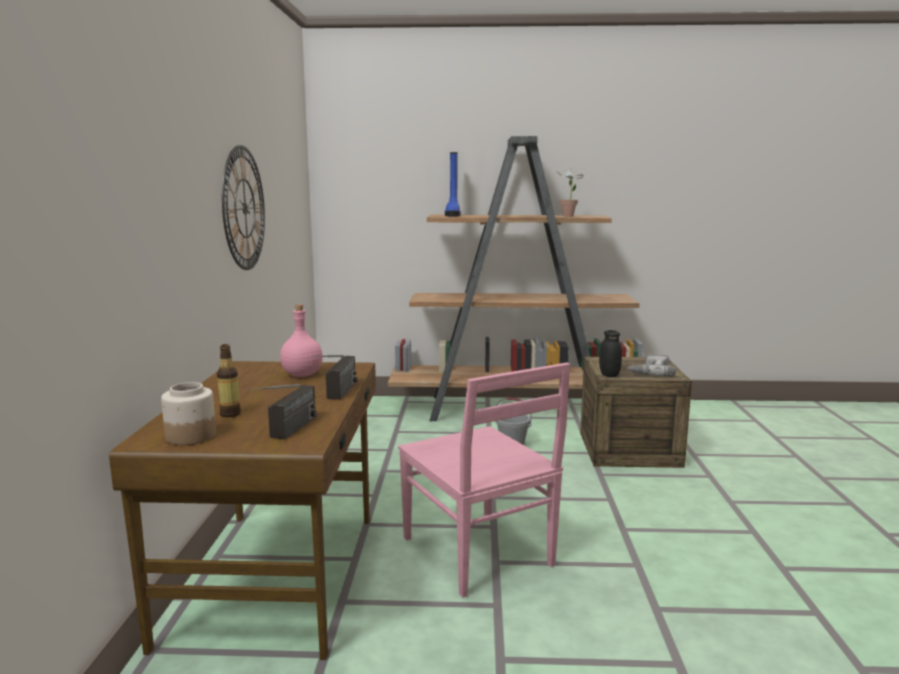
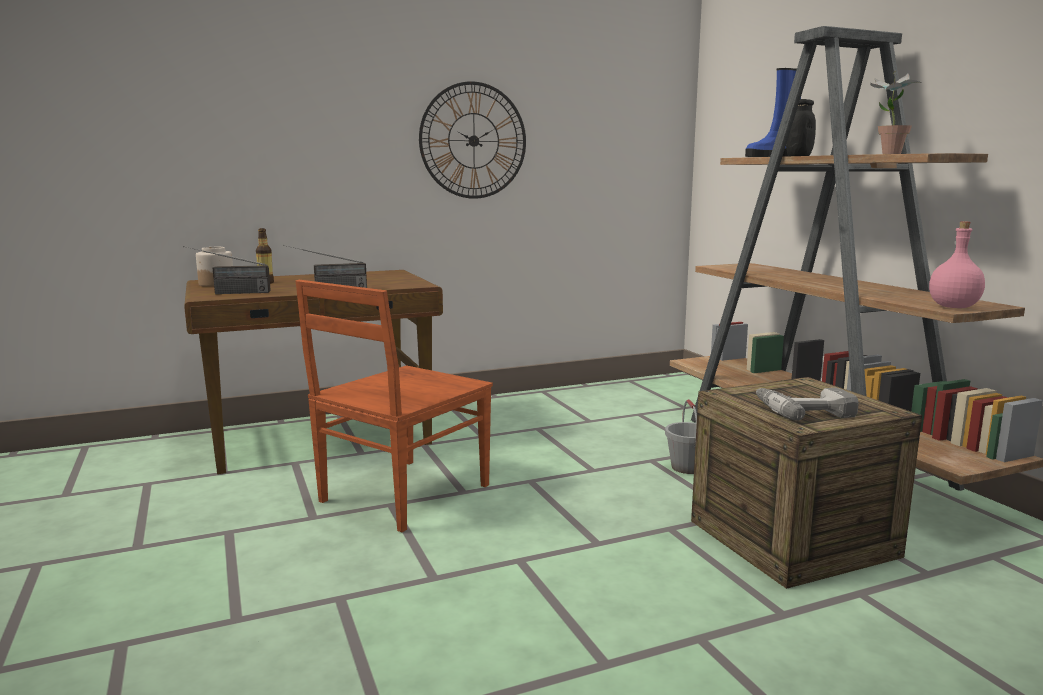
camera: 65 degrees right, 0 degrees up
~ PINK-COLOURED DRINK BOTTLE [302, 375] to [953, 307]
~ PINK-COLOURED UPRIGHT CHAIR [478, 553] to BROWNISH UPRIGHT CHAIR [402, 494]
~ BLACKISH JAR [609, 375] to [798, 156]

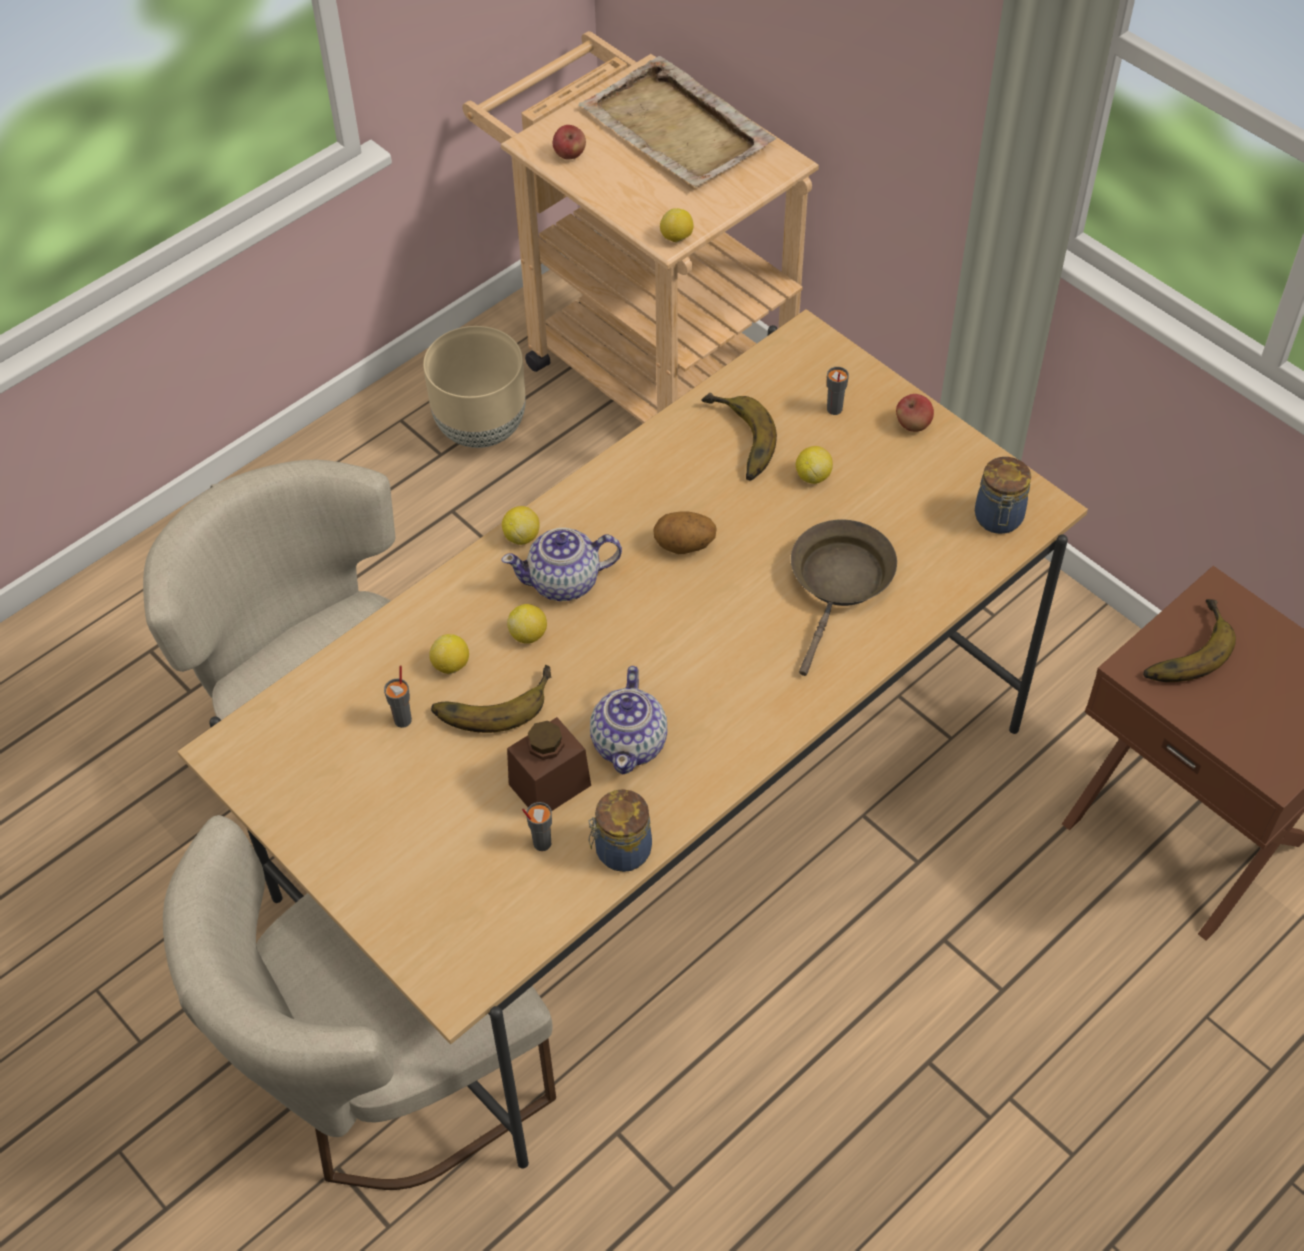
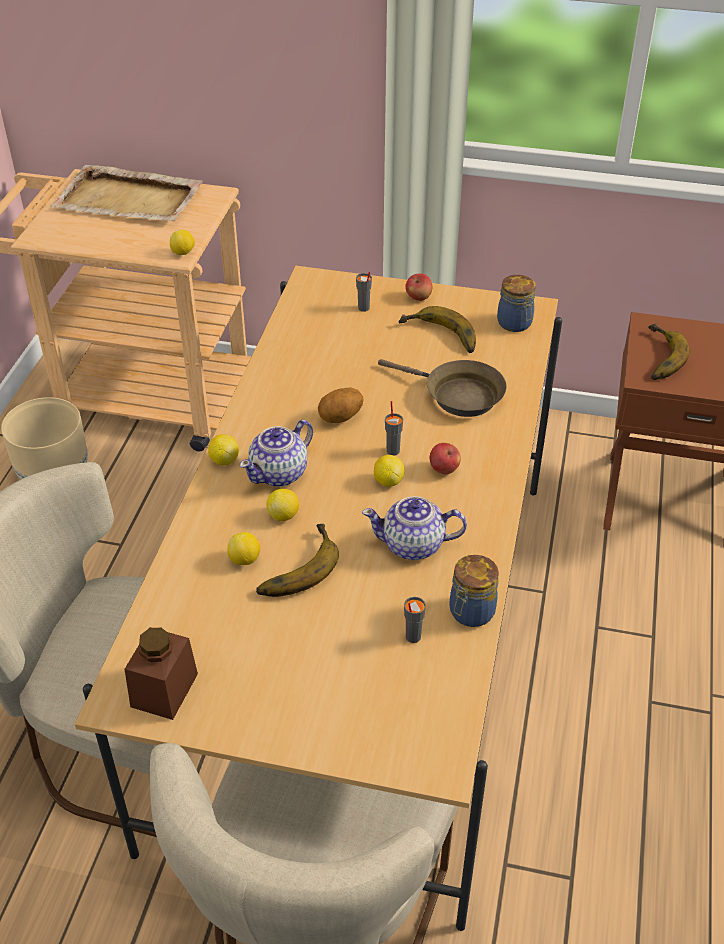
camera: 35 degrees left, 10 degrees down
~ GREYISH SMALL CUP [403, 719] to [393, 450]
~ BROWNISH JAR [549, 785] to [164, 690]
~ APPLE FRUIT [569, 155] to [444, 469]
~ TEA POT [630, 742] = [414, 545] 120 degrees clockwise
~ BANANA [734, 442] to [439, 337]
~ BROWNISH PAN [840, 583] = [457, 395] 135 degrees clockwise
~ WHOLE LEMON [813, 476] to [388, 481]

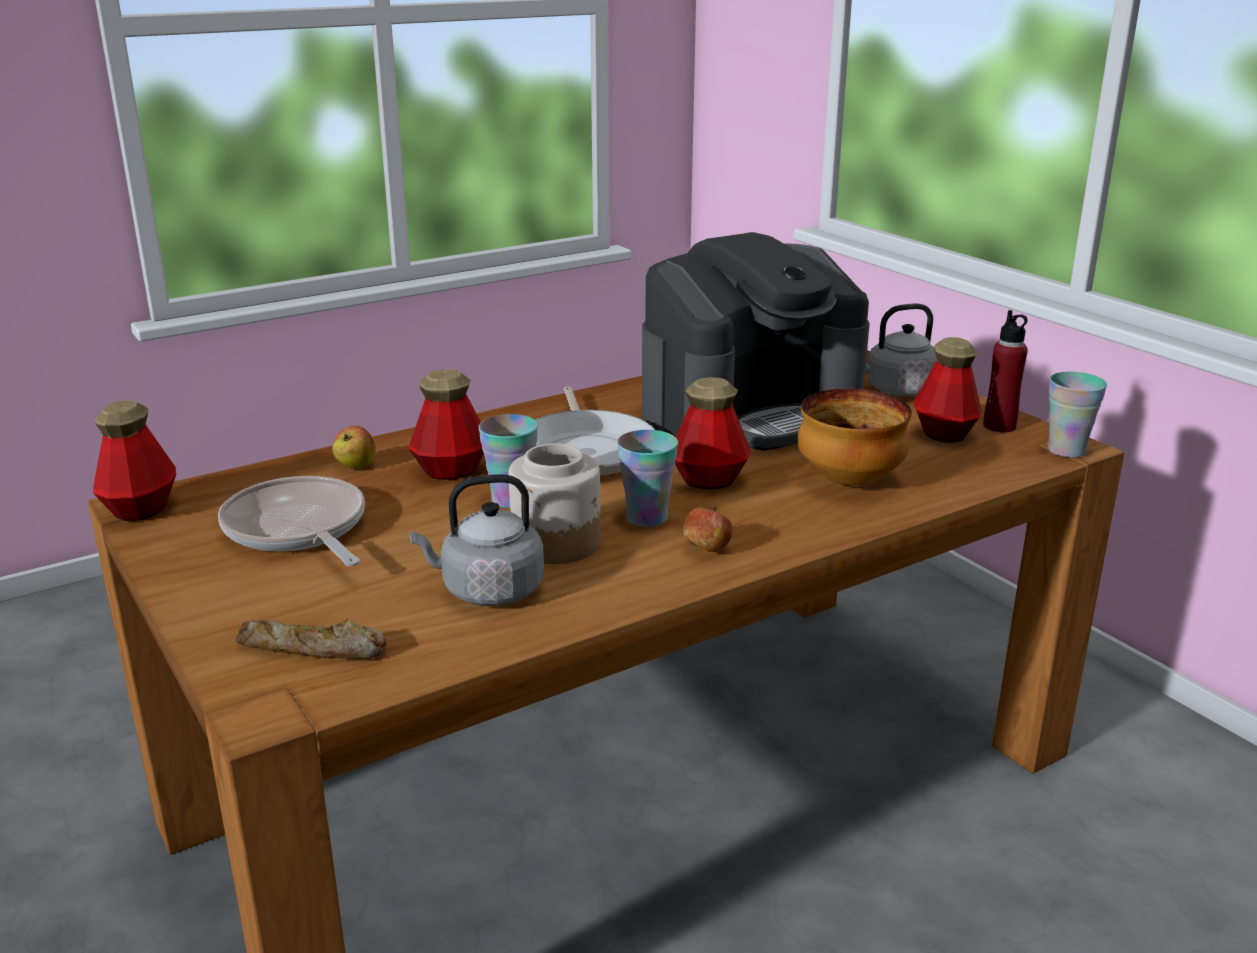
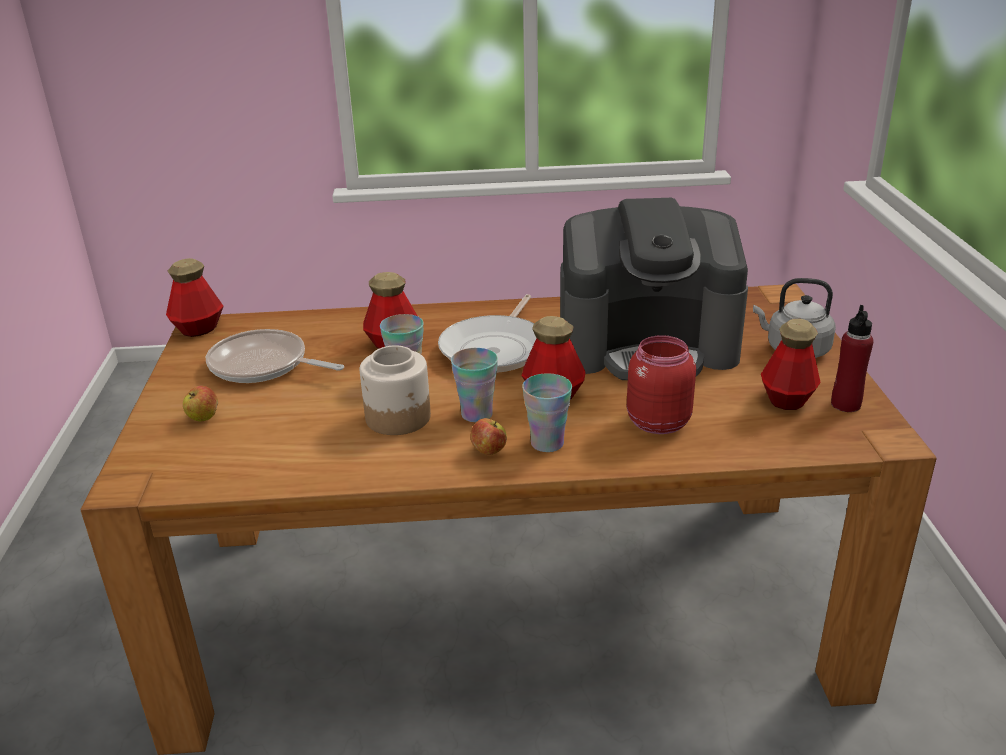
camera: 30 degrees right, 5 degrees up
~ PAN [298, 530] = [263, 365] 60 degrees counterclockwise
- BREAD [313, 650]
~ APPLE FRUIT [356, 466] to [203, 418]
- GREYISH TEA KETTLE [487, 591]
~ DEEP DISH [848, 481] to RED JAR [656, 422]
~ SMALL CUP [1066, 450] to [547, 443]

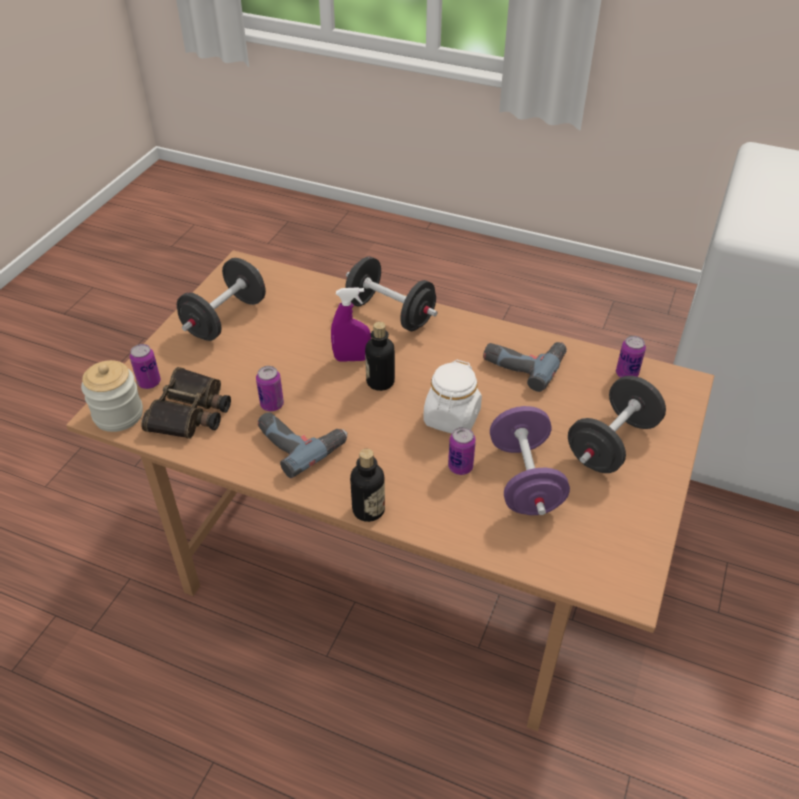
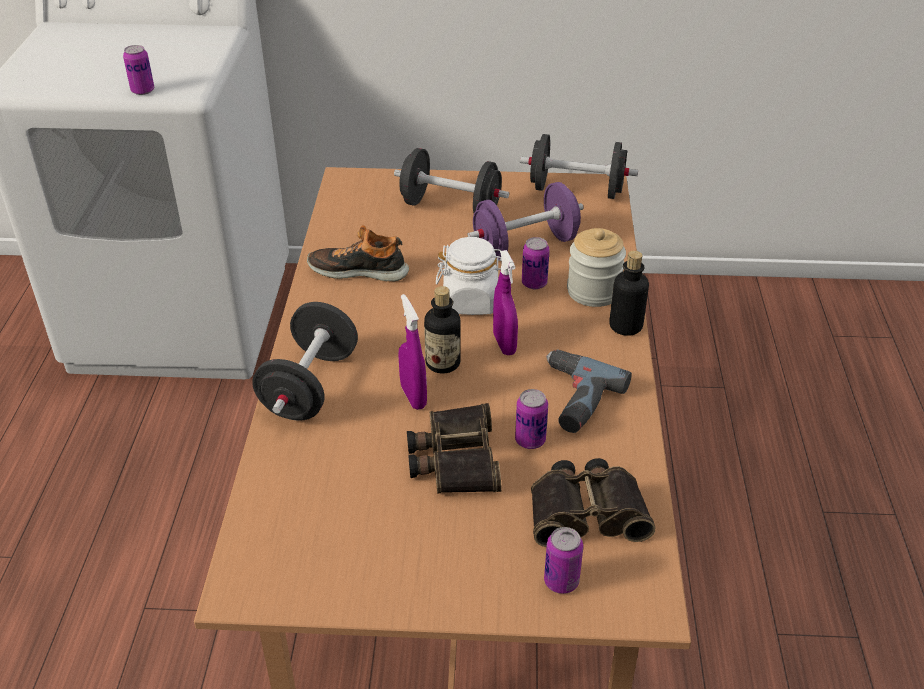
camera: 110 degrees left, 5 degrees down
~ JAR [118, 415] to [593, 291]
~ BLACKISH FREE WEIGHT [225, 318] to [576, 190]
~ DRILL [524, 362] to LOW SHOE [359, 270]
~ SEALED CAN [626, 374] to [143, 91]
+ BINOCULARS [454, 458]
+ PURPLISH HAND SPRAYER [504, 344]

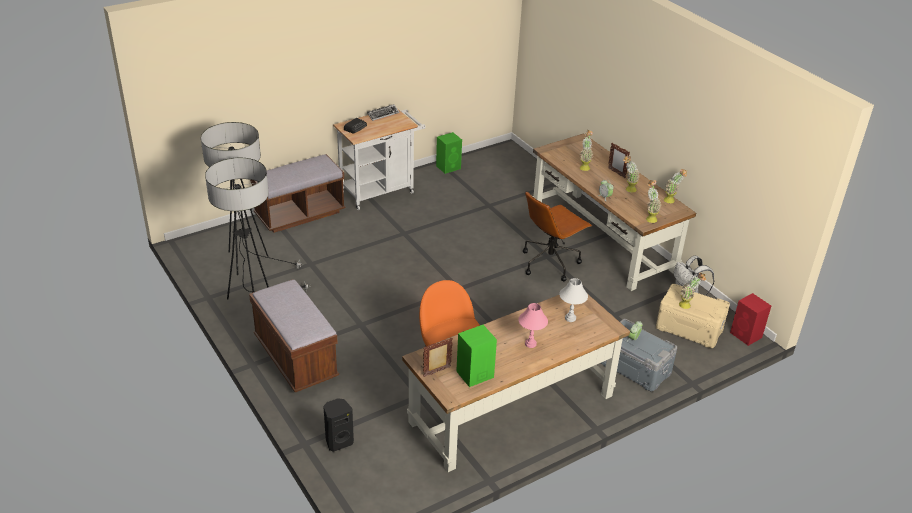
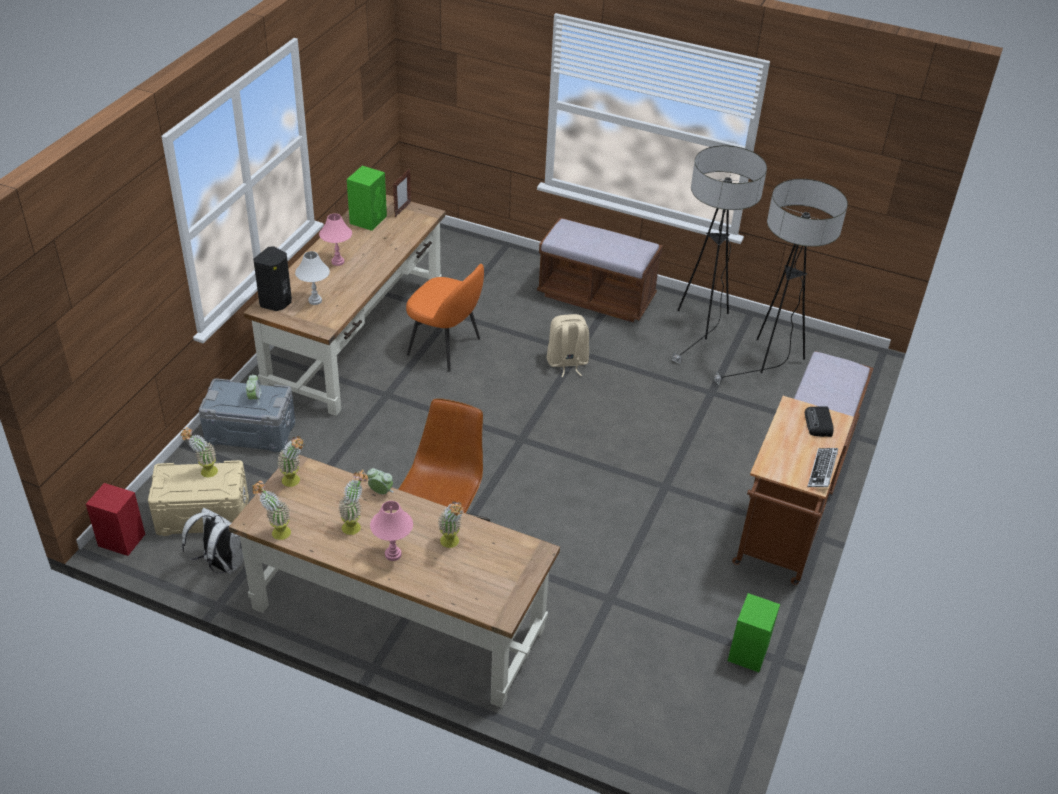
camera: 145 degrees right, 5 degrees up
~ BLACKISH AUDIO SPEAKER [338, 441] to [277, 303]
~ WHITISH TROLLEY [381, 191] to BROWNISH TROLLEY [777, 544]
~ STANDING FRAME [616, 173] to PINK-COLOURED LAMP FOR A TABLE [393, 554]
+ SAND-COLOURED KNAPSACK [567, 363]

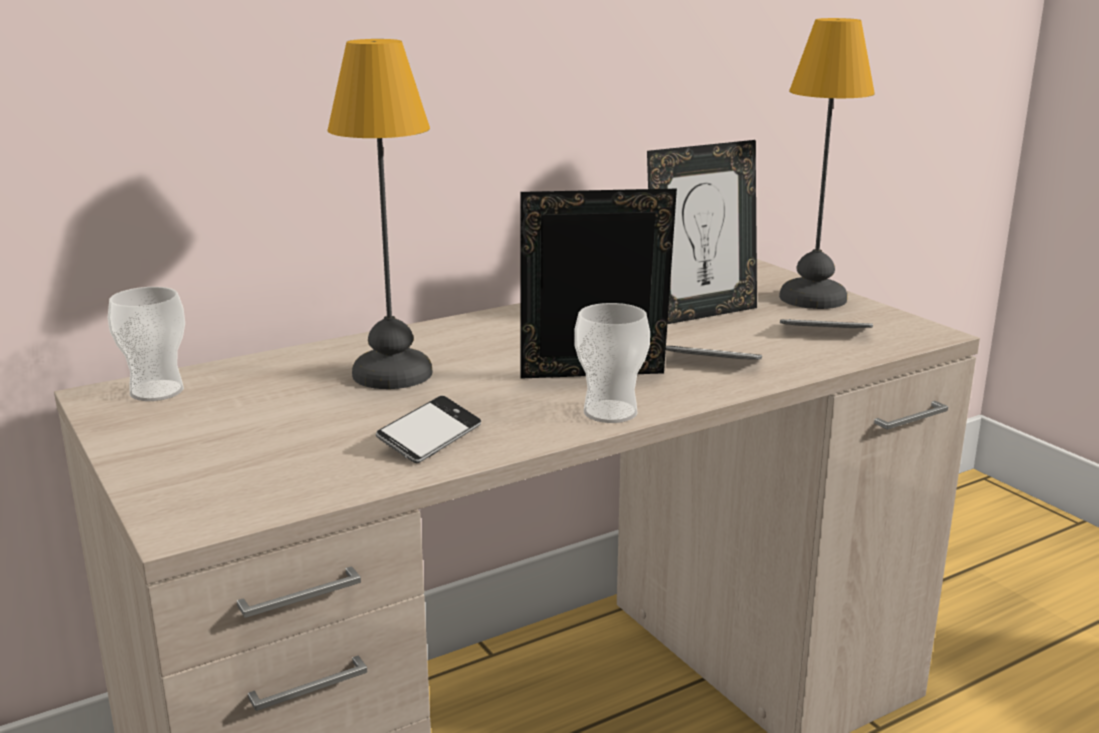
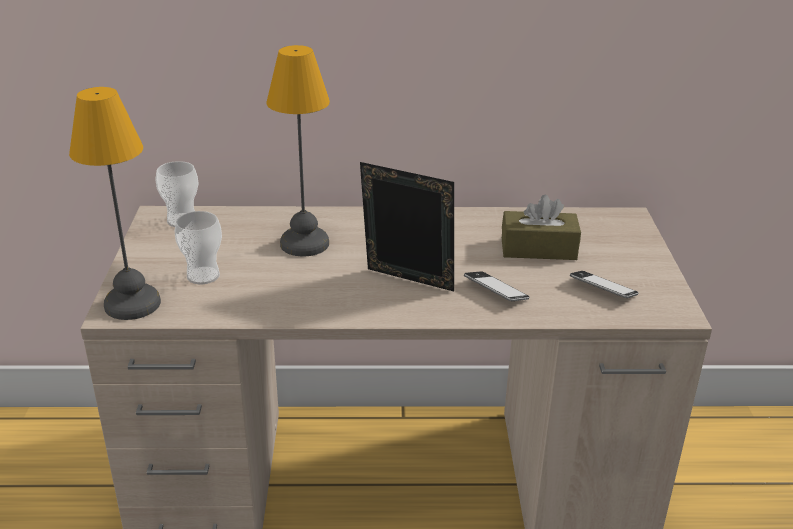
camera: 30 degrees right, 10 degrees up
- TELEPHONE [430, 438]
~ SMALL CUP [610, 412] to [203, 276]
~ STANDING FRAME [700, 314] to BROWNISH TISSUE BOX [538, 249]
~ LAMP FOR A TABLE [811, 298] to [130, 304]

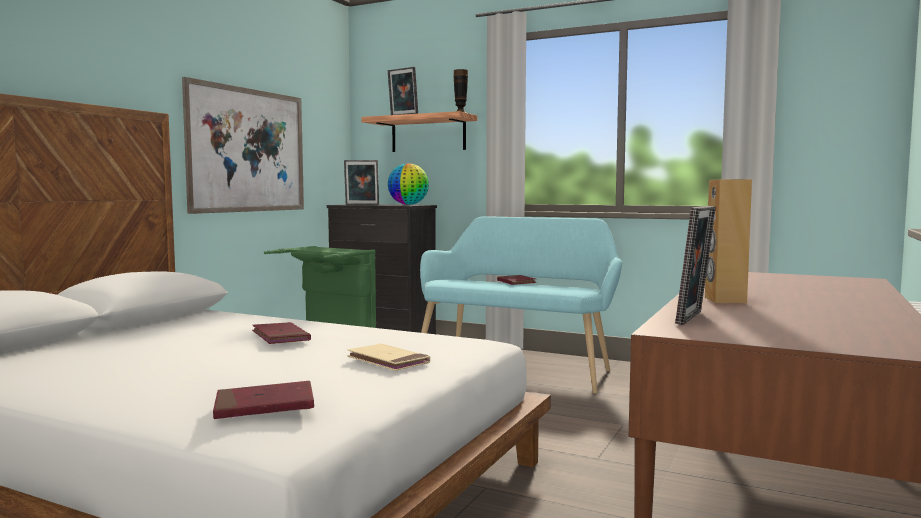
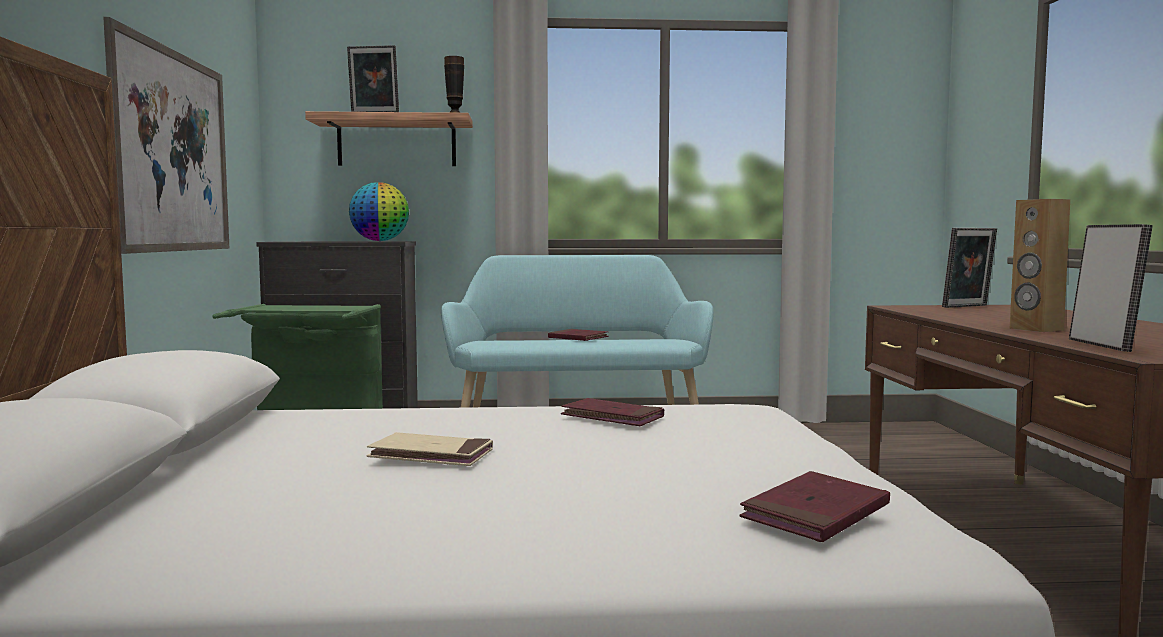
camera: 30 degrees left, 0 degrees up
~ RED VOLUME [281, 336] to [612, 417]
~ STANDING FRAME [361, 205] to [967, 306]
~ SAND-COLOURED VOLUME [388, 361] to [431, 455]

